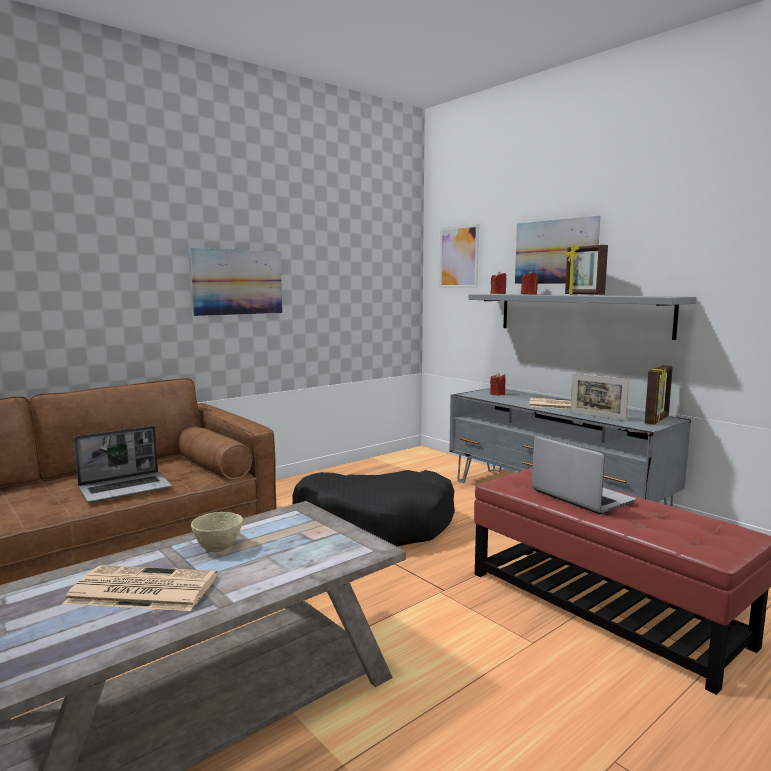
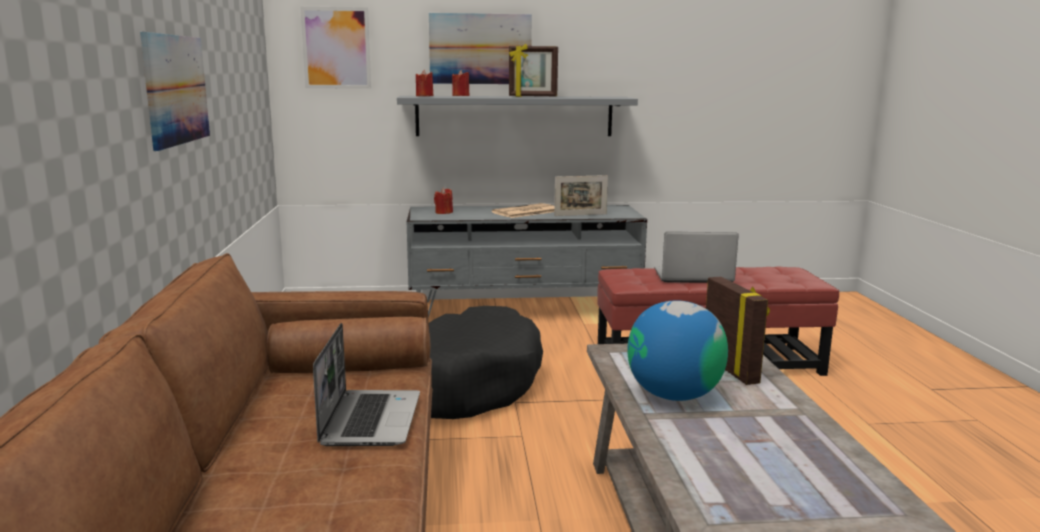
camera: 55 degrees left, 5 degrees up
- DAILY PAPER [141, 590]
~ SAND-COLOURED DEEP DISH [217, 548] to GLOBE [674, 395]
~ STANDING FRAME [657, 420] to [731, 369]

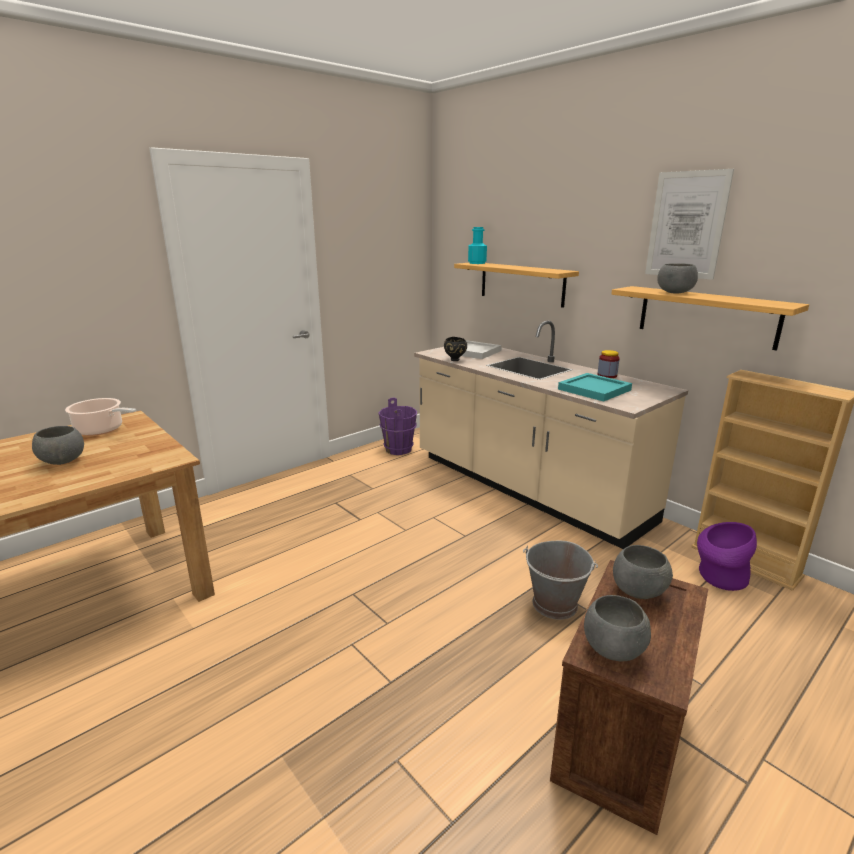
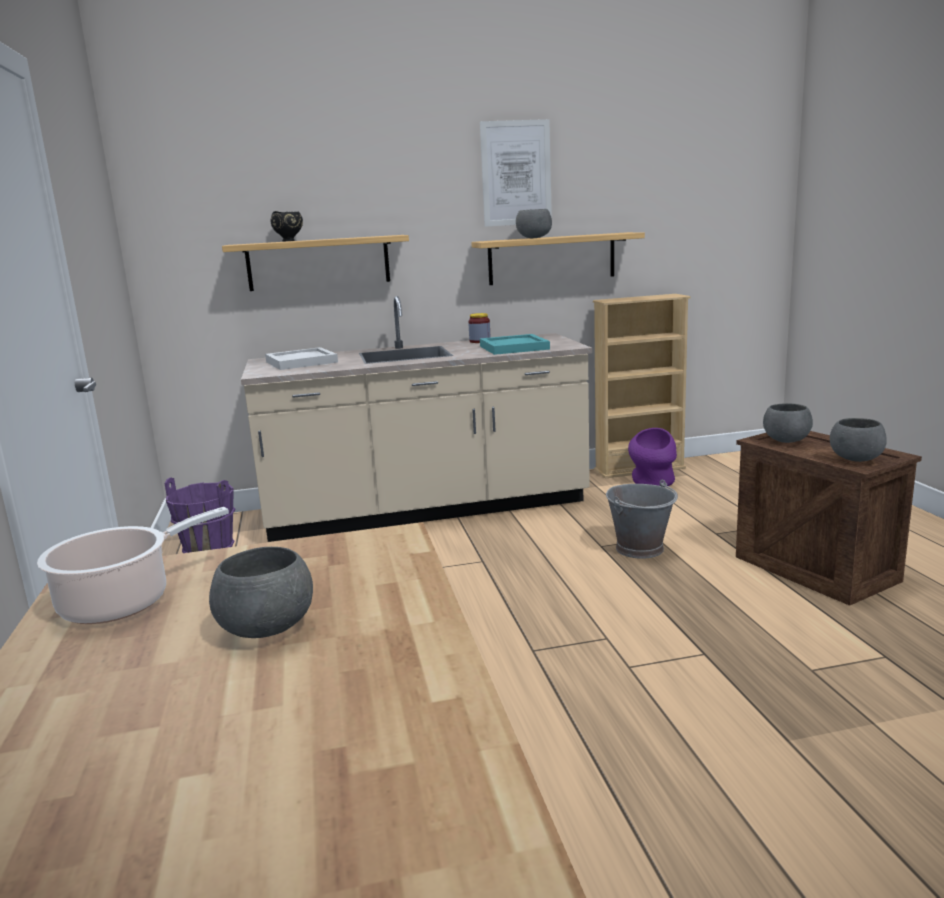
camera: 60 degrees left, 5 degrees down
~ BLACKISH DEEP DISH [455, 360] to [289, 241]
- TURQUOISE DRINK BOTTLE [477, 263]

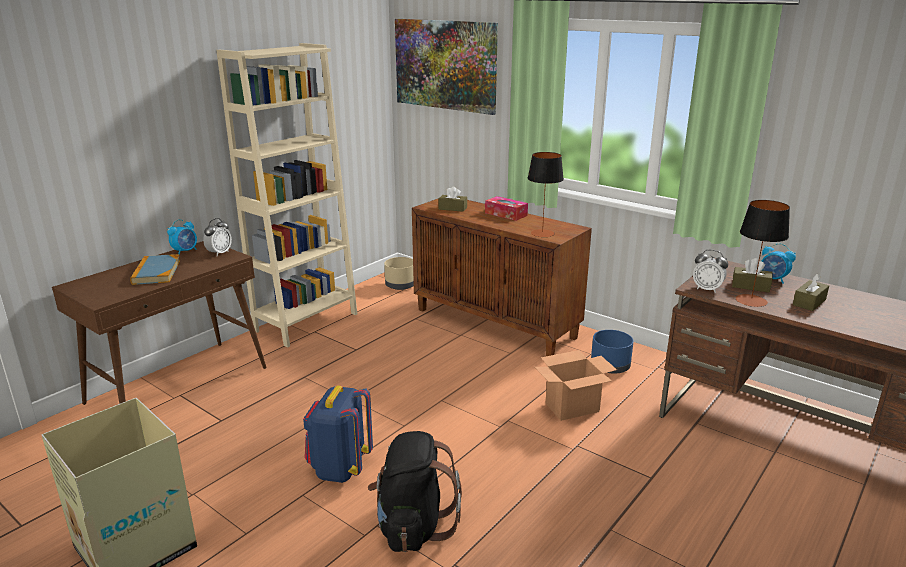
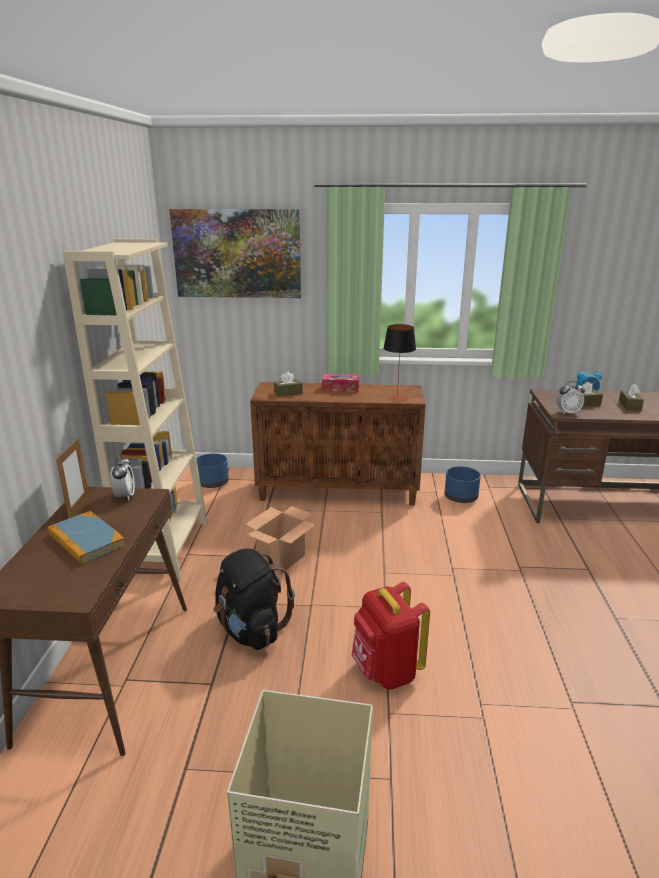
camera: 35 degrees left, 0 degrees up
~ BEDSIDE CLOCK [185, 251] to STANDING FRAME [78, 506]
~ BLUE KNAPSACK [340, 468] to RED KNAPSACK [386, 671]
~ BLACKISH KNAPSACK [413, 526] to [251, 630]
~ SAND-COLOURED PLANTER [400, 285] to BLUE PLANTER [213, 483]
~ PACKING BOX [572, 407] to [282, 559]
- LAMP FOR A TABLE [751, 300]

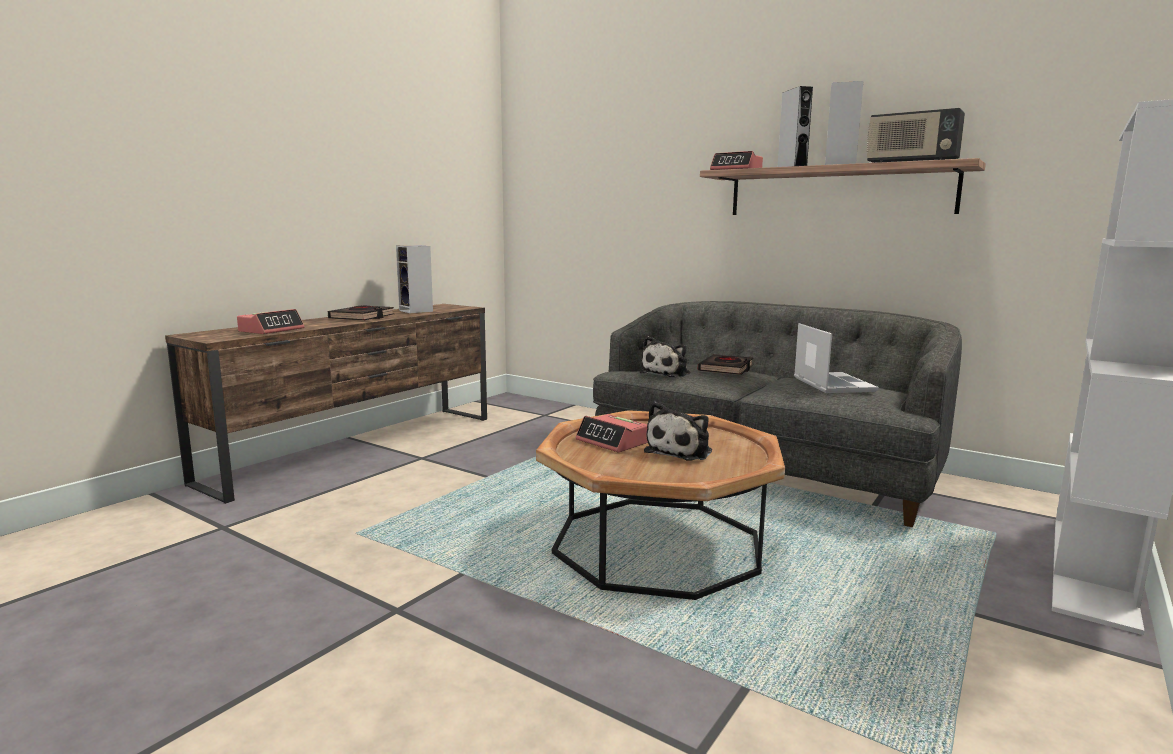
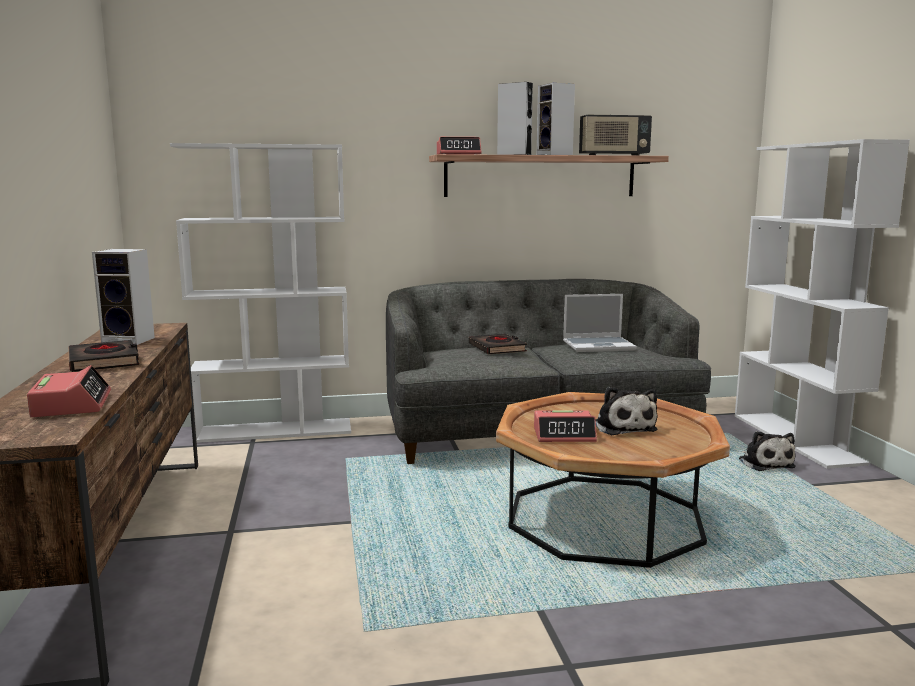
camera: 45 degrees left, 0 degrees up
~ CUDDLY TOY [667, 373] to [764, 463]
~ NOTEBOOK COMPUTER [831, 384] = [599, 346] 135 degrees clockwise
+ WHITISH BOOKSHELF [275, 430]

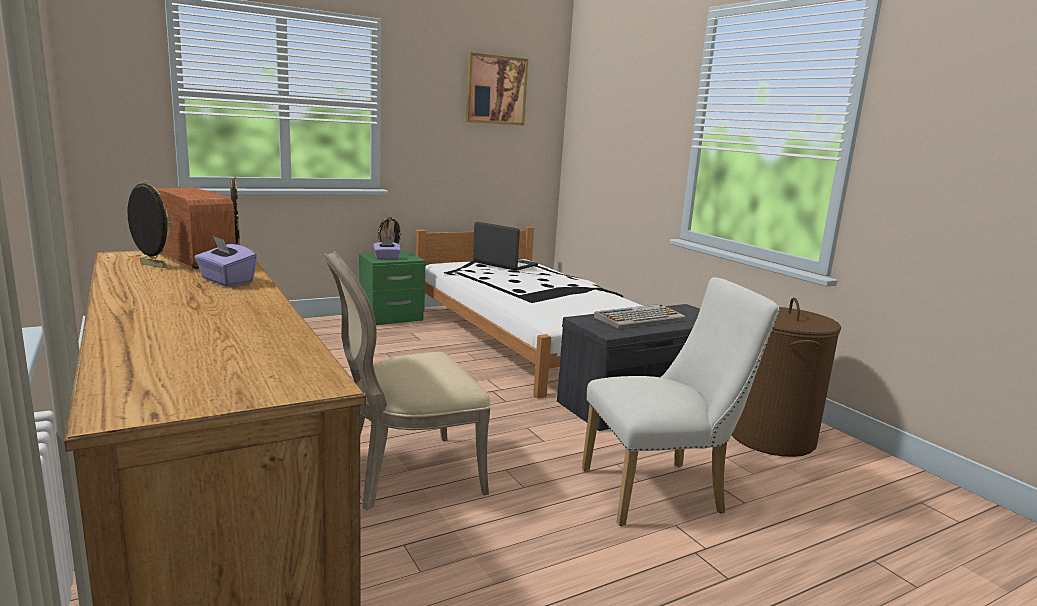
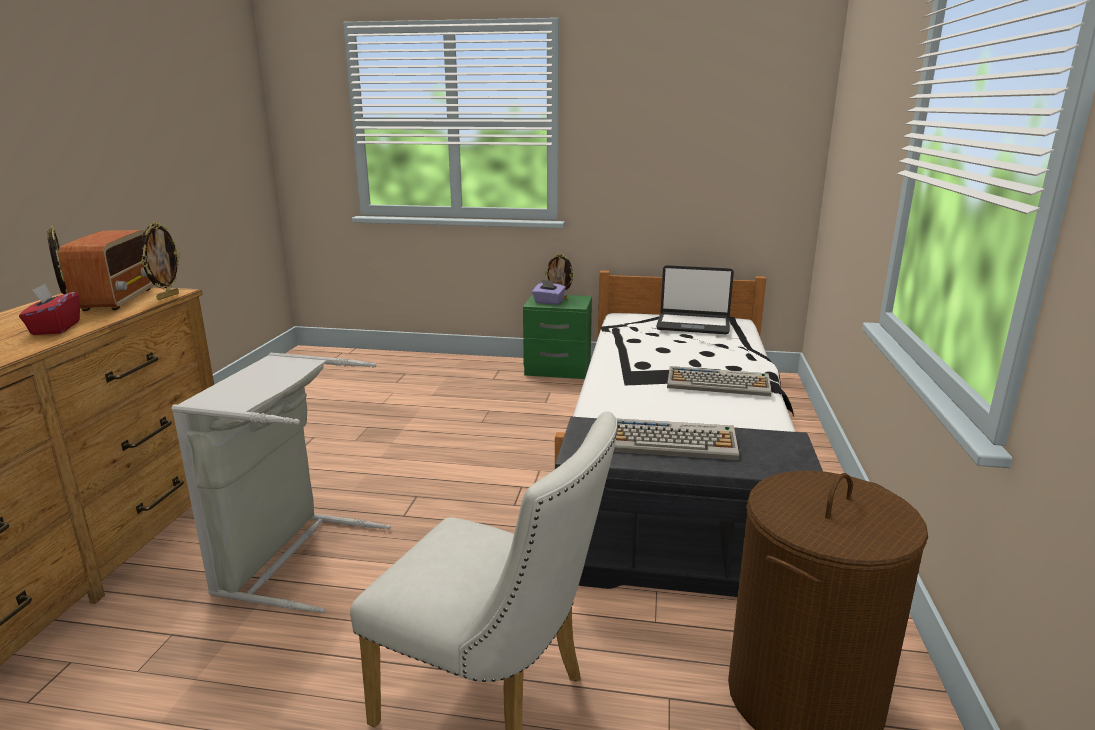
camera: 40 degrees right, 5 degrees up
~ PURPLISH TISSUE BOX [226, 281] to RED TISSUE BOX [55, 328]
~ SAND-COLOURED UPRIGHT CHAIR [405, 475] to GREYISH LAUNDRY BASKET [290, 558]
- PICTURE [496, 90]
~ NOTEBOOK COMPUTER [505, 264] = [693, 324] 120 degrees clockwise
+ COMPUTER KEYBOARD [719, 383]

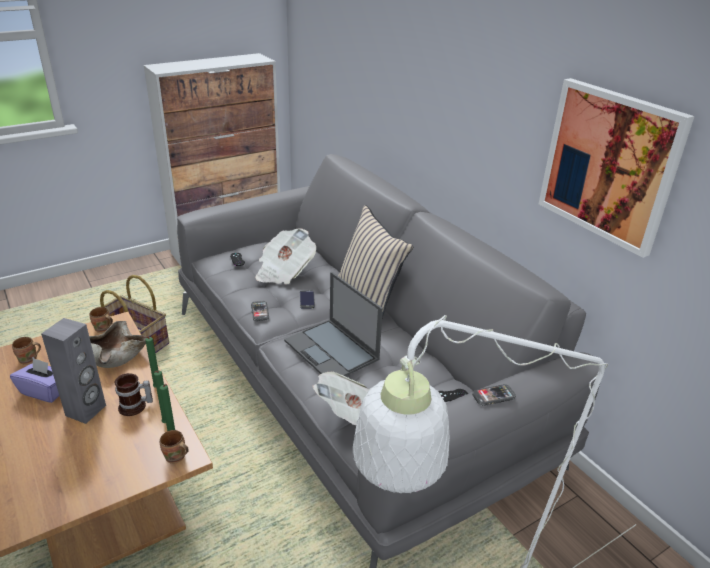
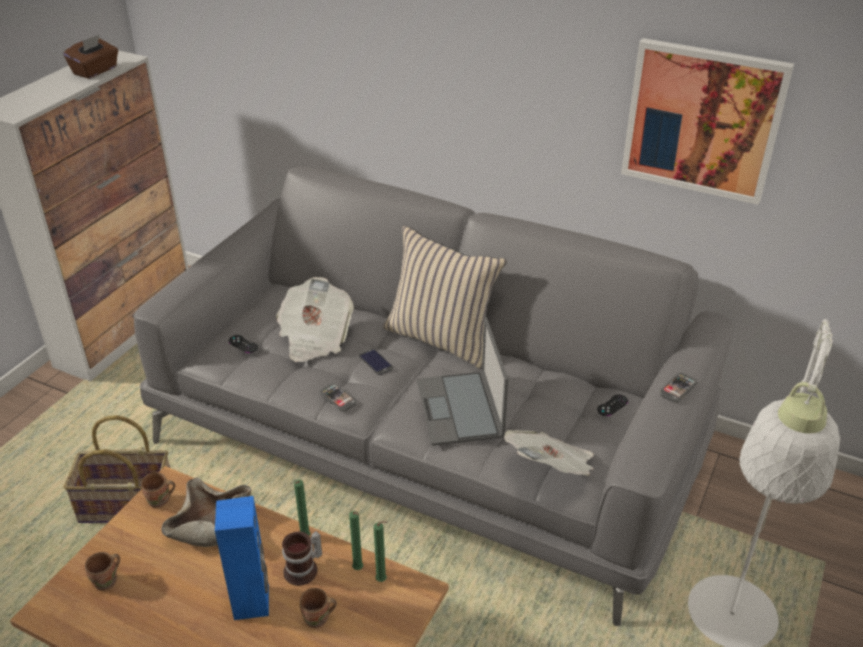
camera: 30 degrees left, 5 degrees up
- PURPLISH TISSUE BOX [45, 391]
~ GREYISH AUDIO SPEAKER [86, 410] to BLUE AUDIO SPEAKER [252, 602]
~ BROWNISH COFFEE MUG [175, 458] to [318, 620]
~ NOTEBOOK COMPUTER [332, 350] = [460, 409] 60 degrees clockwise
+ BROWNISH TISSUE BOX [95, 71]

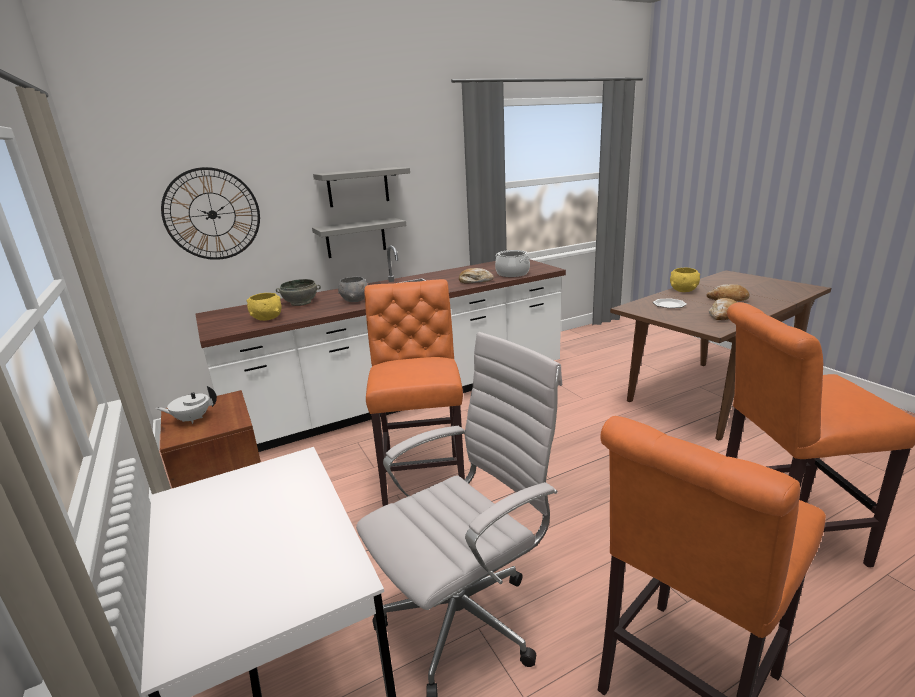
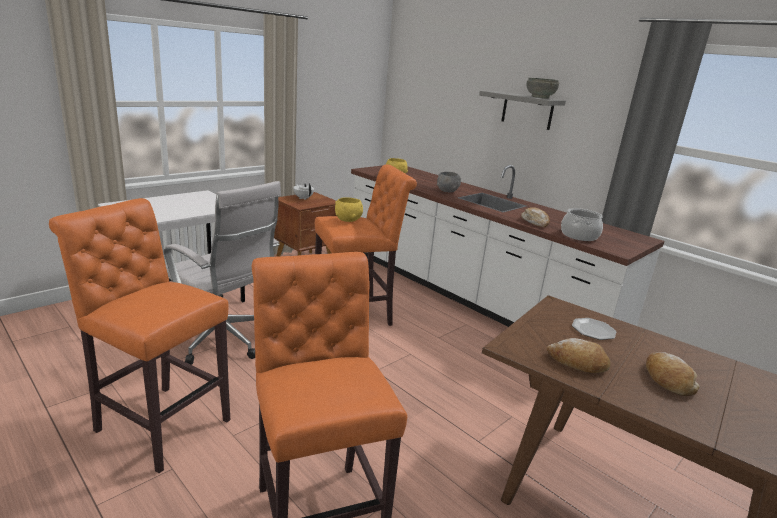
camera: 70 degrees right, 0 degrees up
- HANGING CLOCK [212, 214]
~ GREYISH DEEP DISH [301, 302] to [540, 97]
- GREYISH SHELF [355, 238]
~ YELLOWISH DEEP DISH [683, 290] to [348, 220]

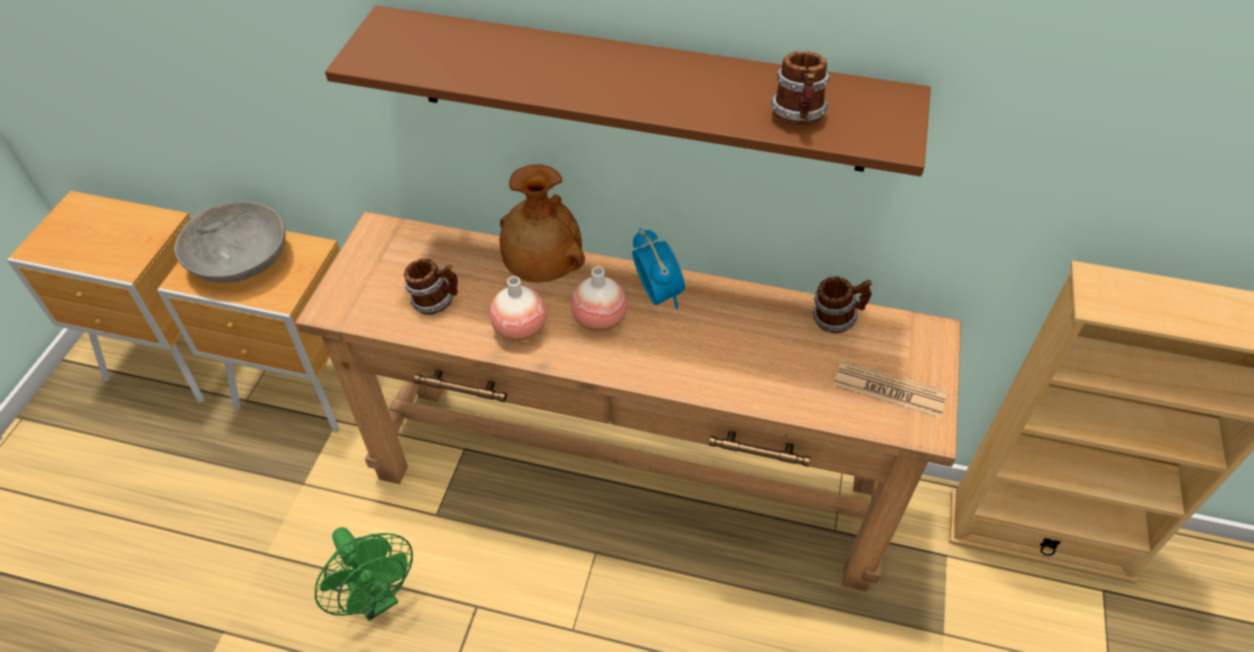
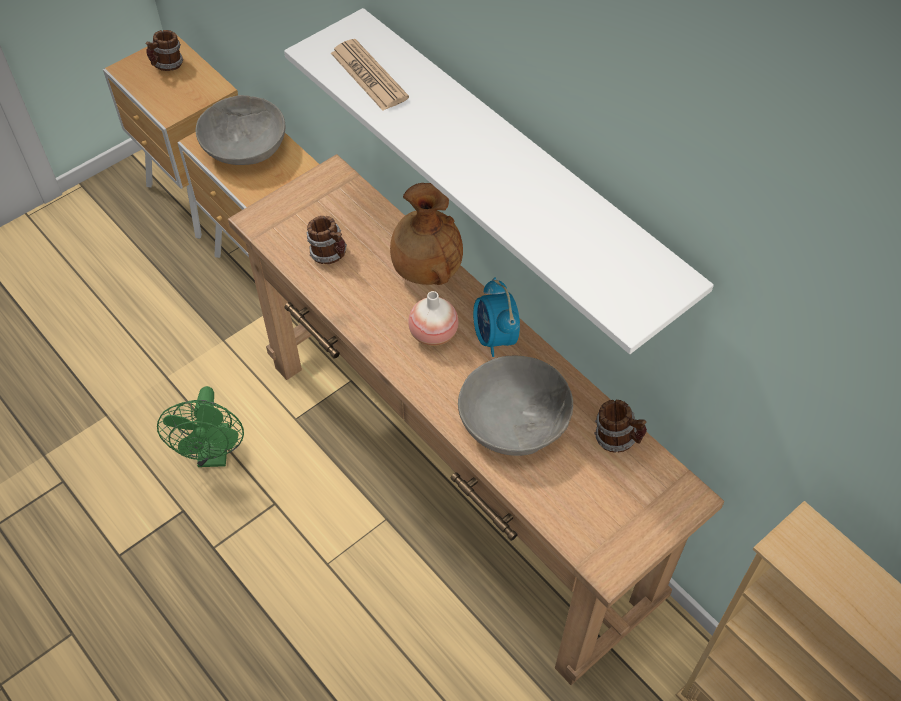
camera: 35 degrees right, 5 degrees up
~ BROWNISH SHELF [639, 90] to WHITISH SHELF [518, 167]
- VASE [520, 329]
~ BEDSIDE CLOCK [657, 293] = [494, 338] 150 degrees clockwise
~ COFFEE MUG [798, 117] to [167, 65]
~ DAILY PAPER [889, 390] to [369, 76]
+ GREYISH DEEP DISH [514, 420]

